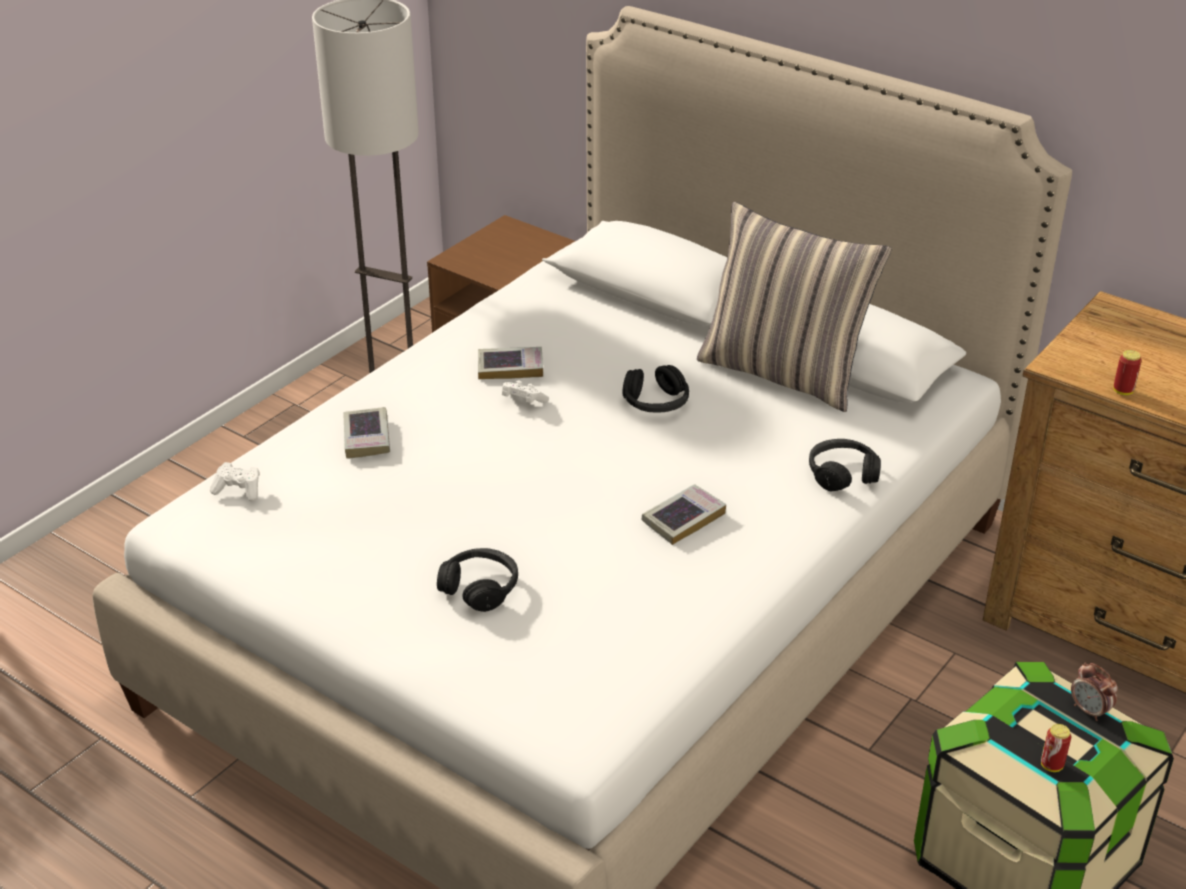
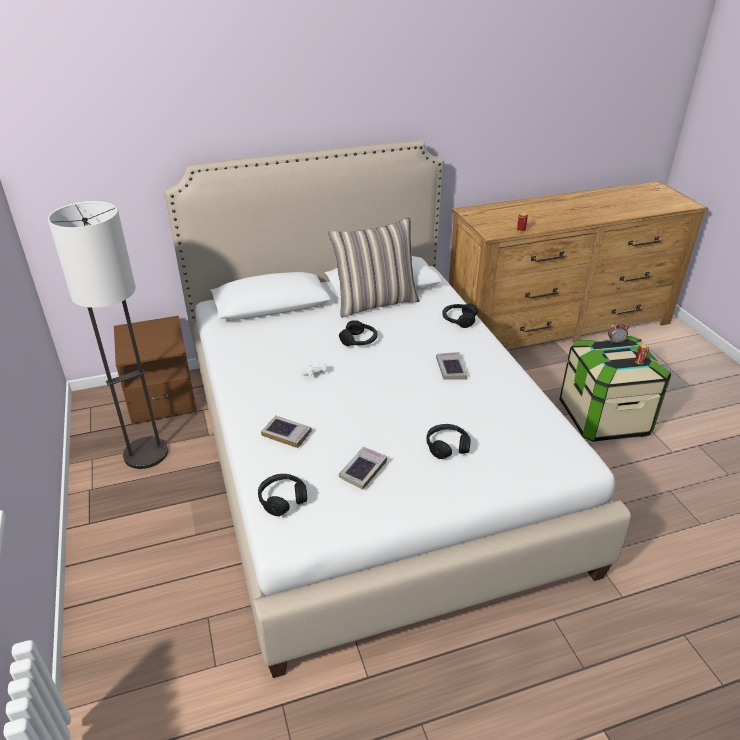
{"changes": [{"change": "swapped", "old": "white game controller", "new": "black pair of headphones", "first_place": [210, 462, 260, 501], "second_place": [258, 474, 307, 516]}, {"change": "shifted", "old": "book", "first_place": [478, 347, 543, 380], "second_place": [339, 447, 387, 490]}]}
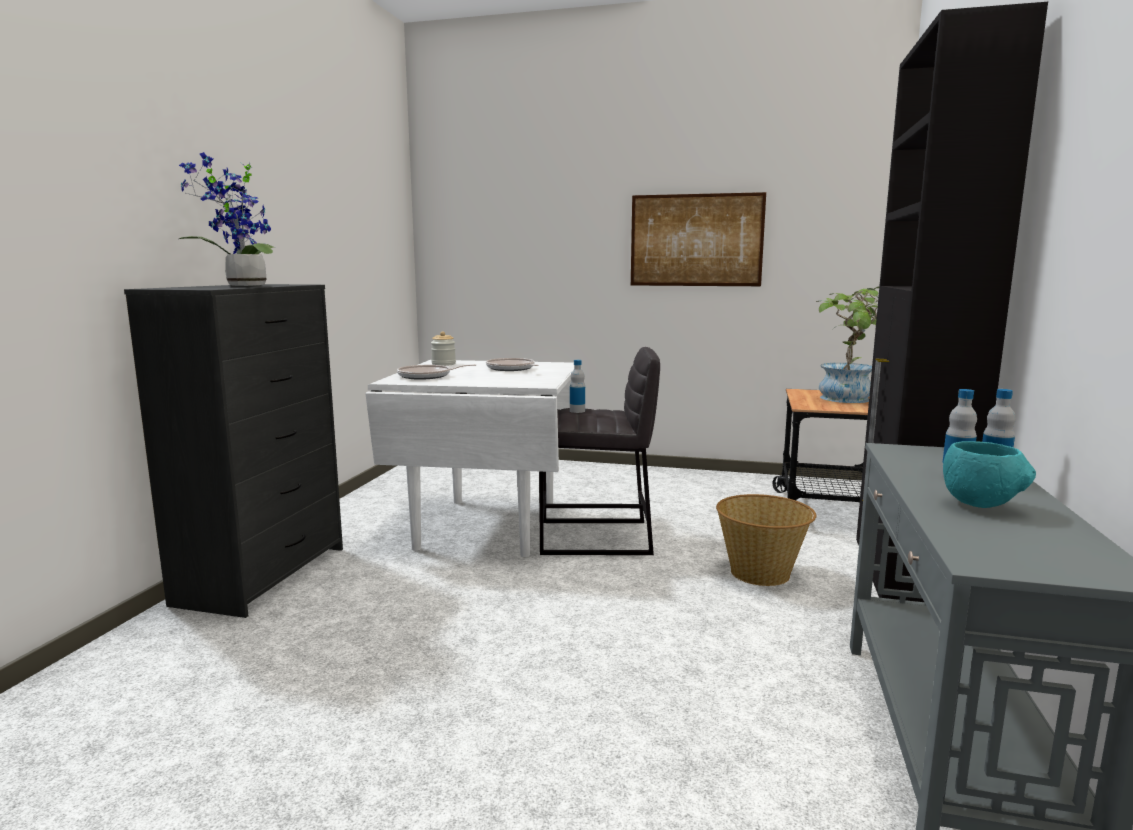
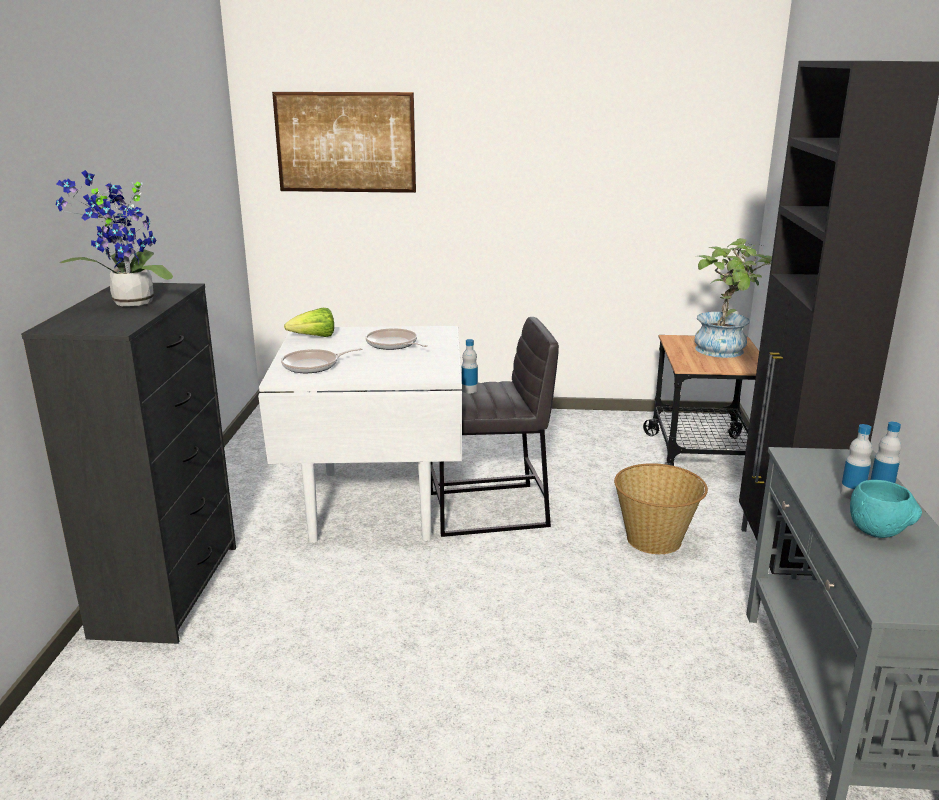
{"changes": [{"change": "swapped", "old": "preserve jar", "new": "head of lettuce", "first_place": [431, 331, 456, 366], "second_place": [284, 308, 334, 337]}, {"change": "shifted", "old": "wall picture", "first_place": [631, 192, 766, 286], "second_place": [272, 92, 416, 193]}]}
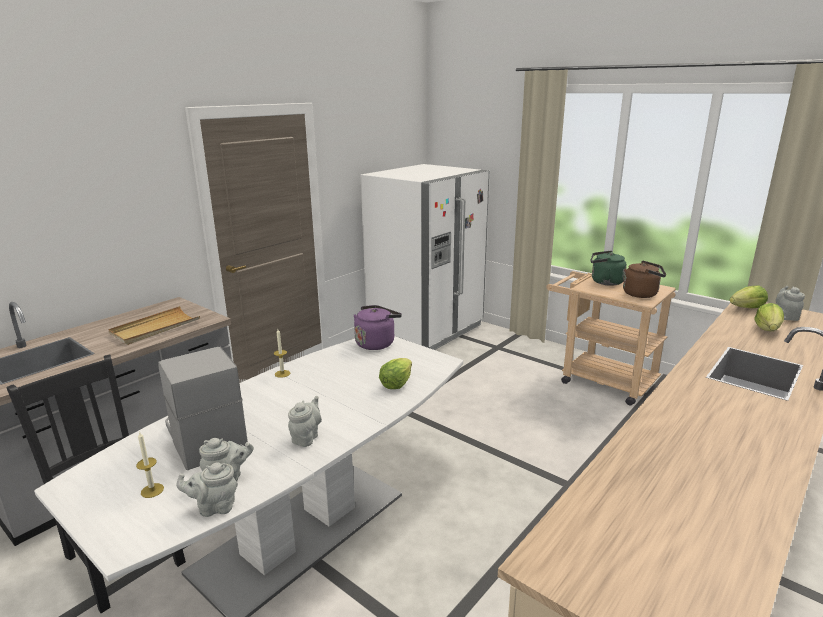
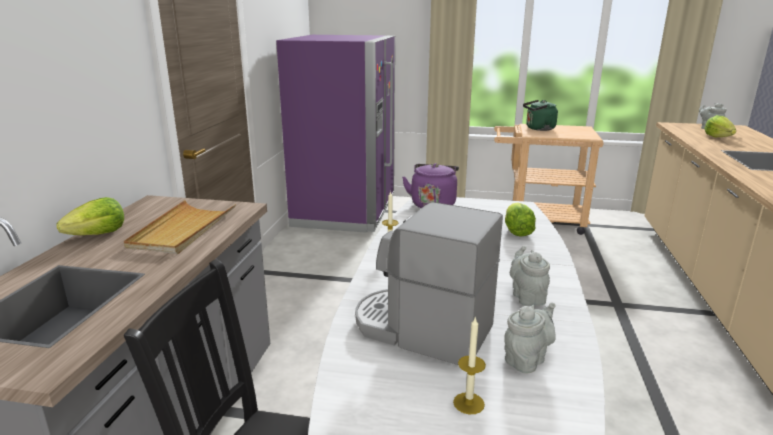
{"changes": [{"change": "gone", "old": "grey teapot", "first_place": [176, 462, 238, 517]}, {"change": "repainted", "old": "white refrigerator", "new": "purple refrigerator", "first_place": [361, 164, 489, 350], "second_place": [276, 35, 395, 233]}, {"change": "gone", "old": "brown kettle", "first_place": [623, 261, 666, 298]}, {"change": "shifted", "old": "head of lettuce", "first_place": [730, 285, 768, 308], "second_place": [56, 197, 124, 235]}]}
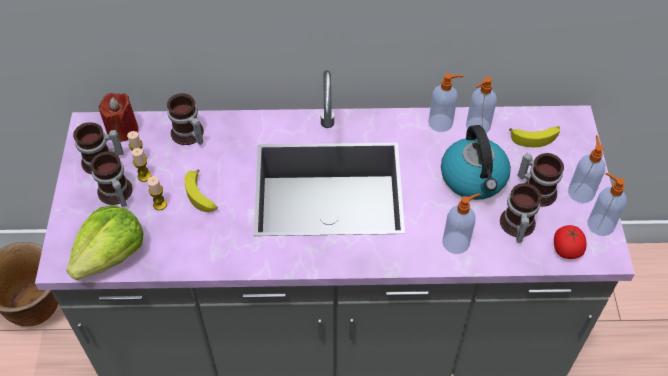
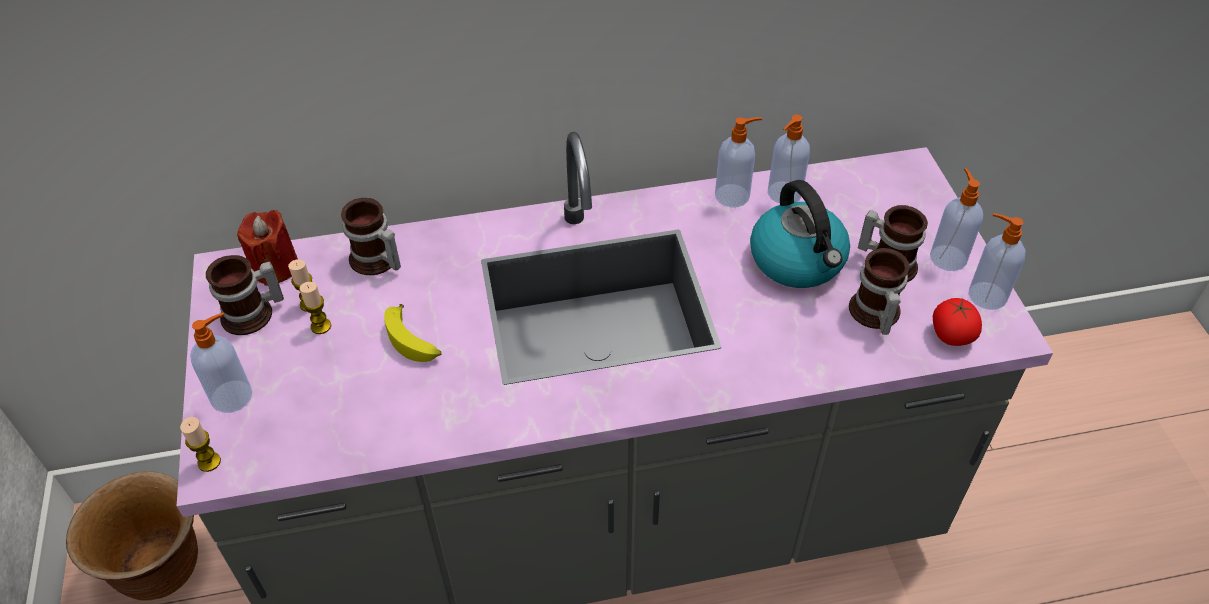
{"changes": [{"change": "gone", "old": "head of lettuce", "first_place": [66, 205, 143, 280]}, {"change": "gone", "old": "mug", "first_place": [90, 151, 133, 207]}, {"change": "shifted", "old": "wax candle", "first_place": [147, 176, 167, 210], "second_place": [180, 417, 221, 472]}, {"change": "shifted", "old": "liquid soap bottle", "first_place": [442, 193, 481, 254], "second_place": [190, 313, 252, 413]}, {"change": "gone", "old": "whole banana", "first_place": [509, 126, 560, 147]}]}
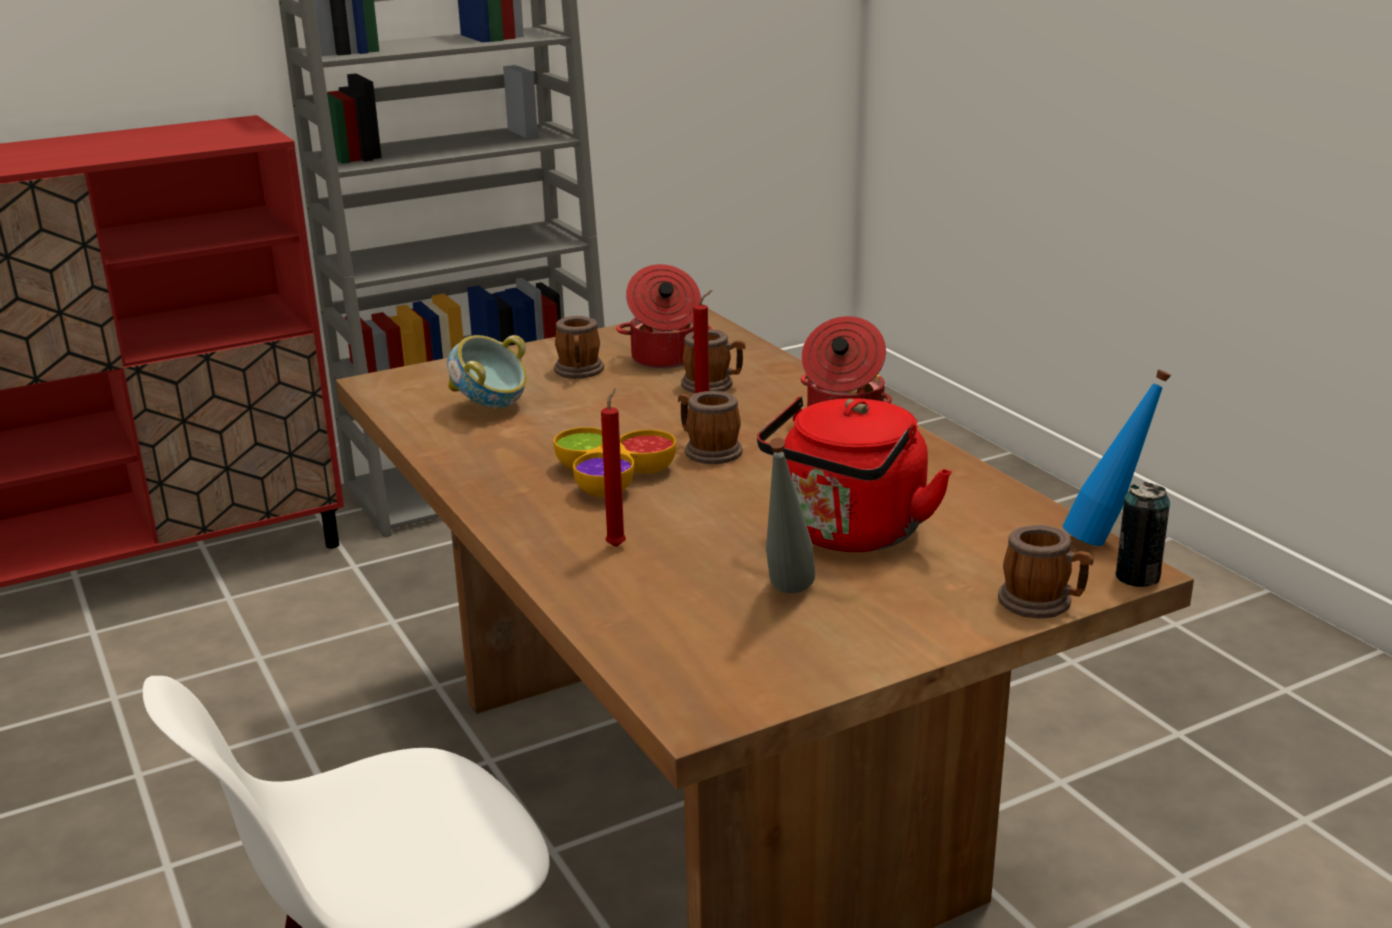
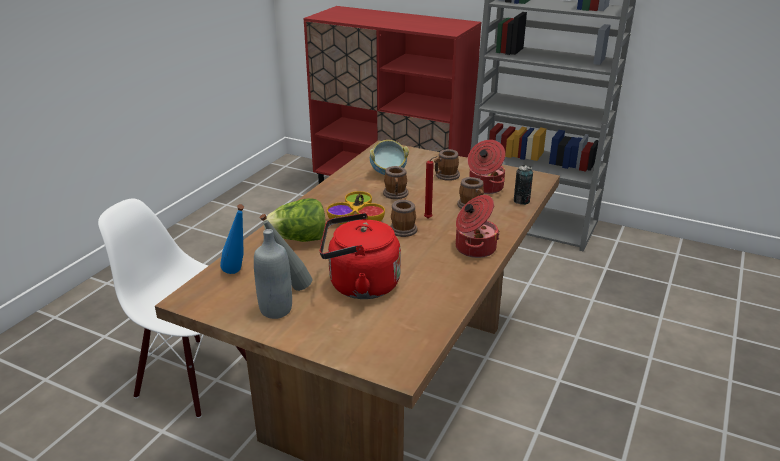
{"changes": [{"change": "swapped", "old": "red-coloured wax candle", "new": "head of lettuce", "first_place": [601, 388, 626, 547], "second_place": [264, 198, 326, 242]}, {"change": "shifted", "old": "mug", "first_place": [998, 525, 1094, 618], "second_place": [383, 166, 409, 199]}, {"change": "shifted", "old": "blue drink bottle", "first_place": [1063, 369, 1171, 546], "second_place": [220, 204, 244, 274]}, {"change": "shifted", "old": "sealed can", "first_place": [1115, 482, 1170, 587], "second_place": [514, 165, 533, 205]}, {"change": "new", "new": "grey drink bottle", "second_place": [254, 229, 292, 319]}]}
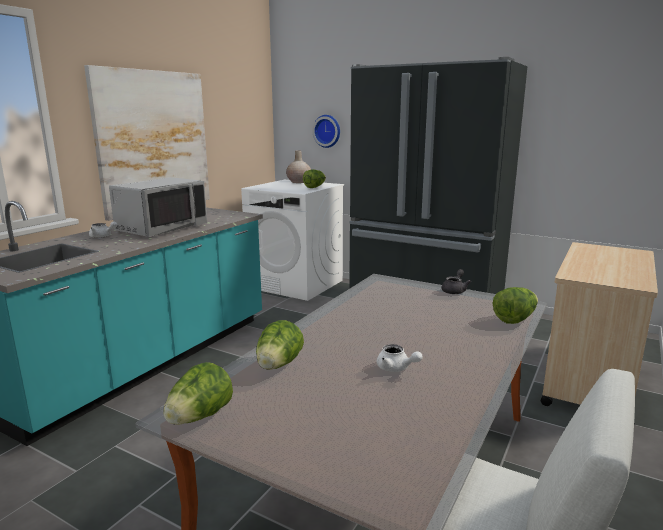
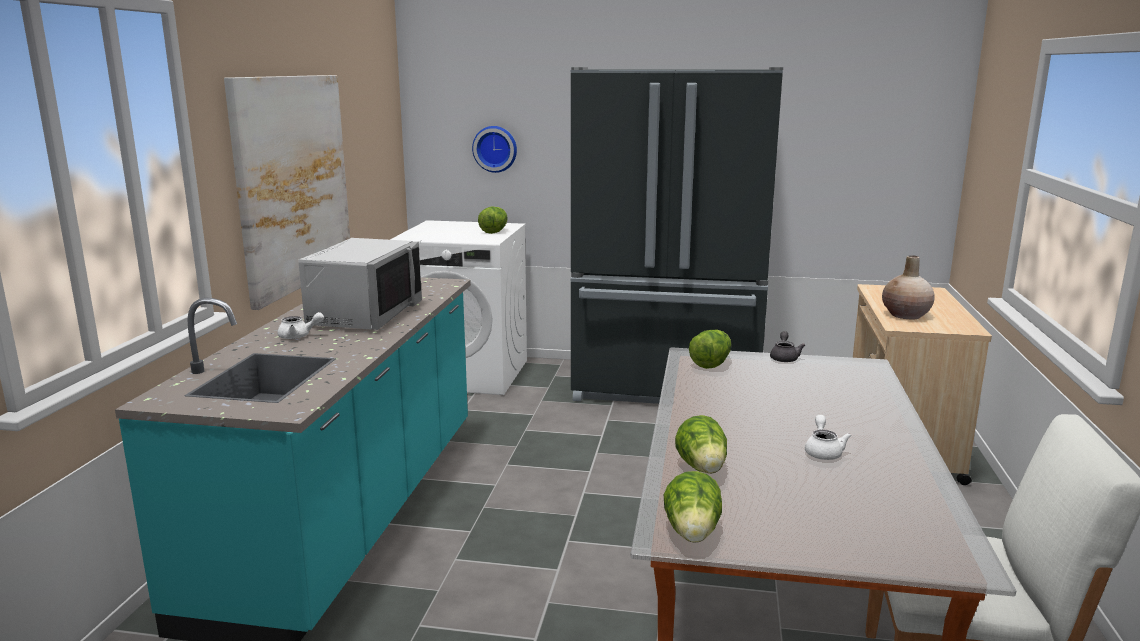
{"changes": [{"change": "shifted", "old": "beige decorative vase", "first_place": [286, 150, 311, 183], "second_place": [882, 255, 935, 319]}, {"change": "rotated", "old": "white teapot", "first_place": [377, 344, 423, 372], "second_place": [805, 415, 851, 460], "degrees": -105}, {"change": "shifted", "old": "head of lettuce", "first_place": [493, 287, 538, 324], "second_place": [689, 330, 731, 369]}]}
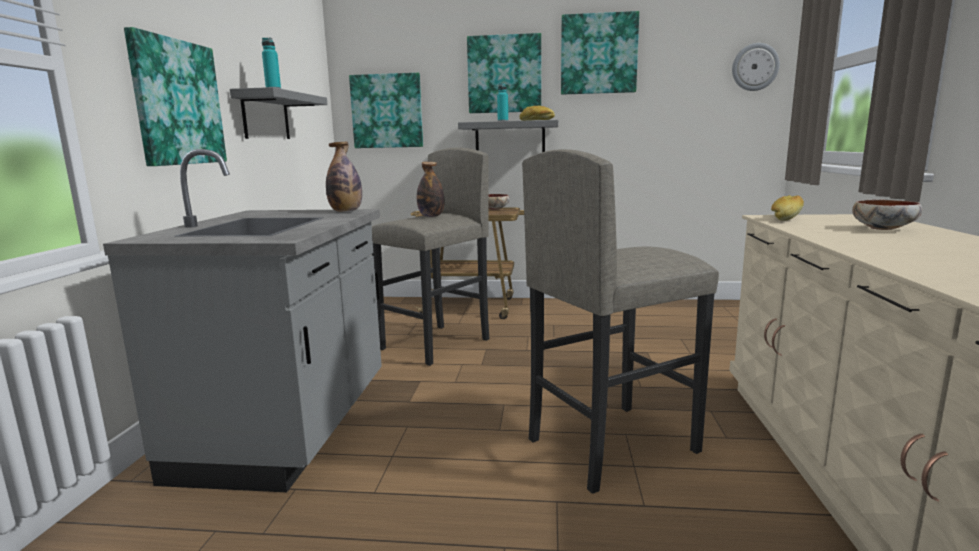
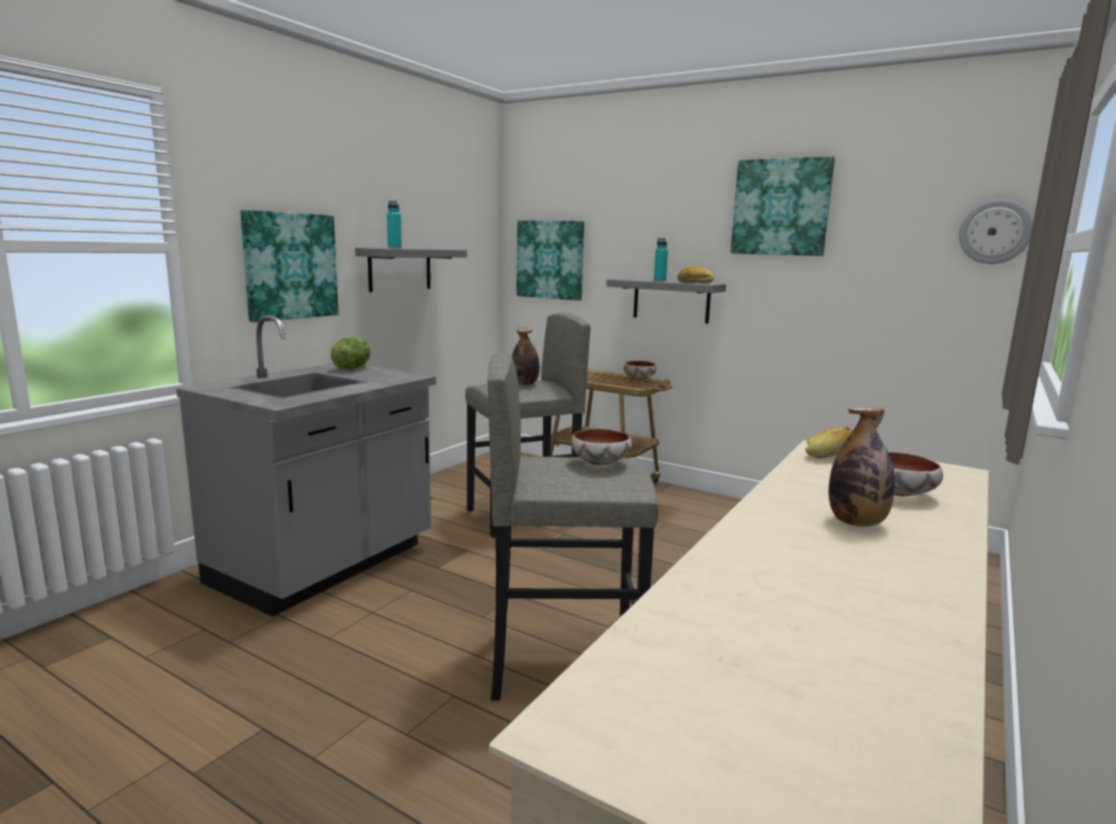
{"changes": [{"change": "shifted", "old": "drink bottle", "first_place": [326, 142, 362, 212], "second_place": [829, 408, 895, 527]}, {"change": "gone", "old": "wall picture", "first_place": [467, 33, 541, 113]}, {"change": "new", "new": "head of lettuce", "second_place": [331, 337, 370, 370]}, {"change": "new", "new": "bowl", "second_place": [571, 428, 632, 466]}]}
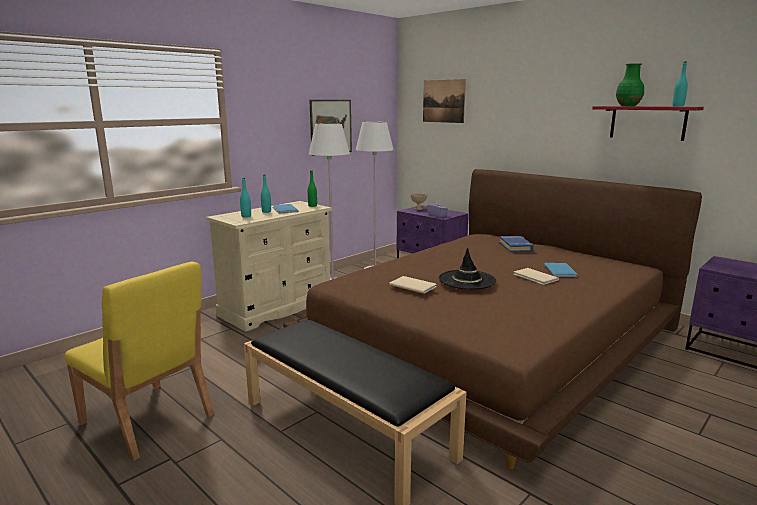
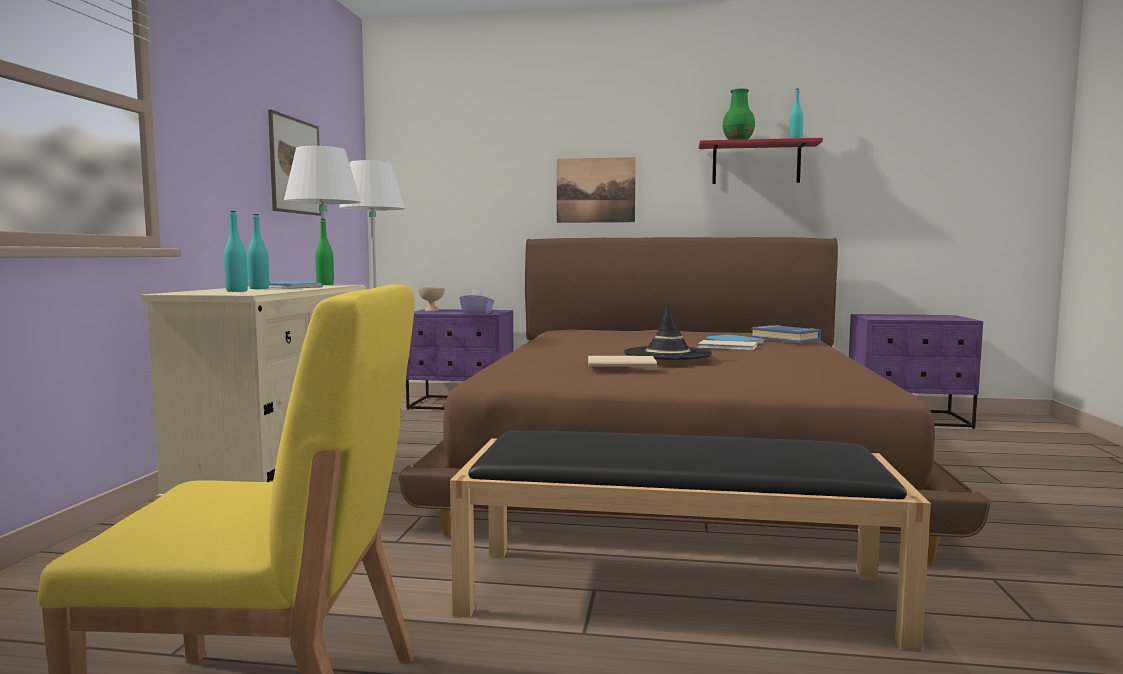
{"changes": [{"change": "shifted", "old": "wall picture", "first_place": [423, 79, 466, 123], "second_place": [557, 157, 636, 223]}, {"change": "shifted", "old": "blue book", "first_place": [499, 236, 534, 252], "second_place": [751, 325, 821, 343]}]}
